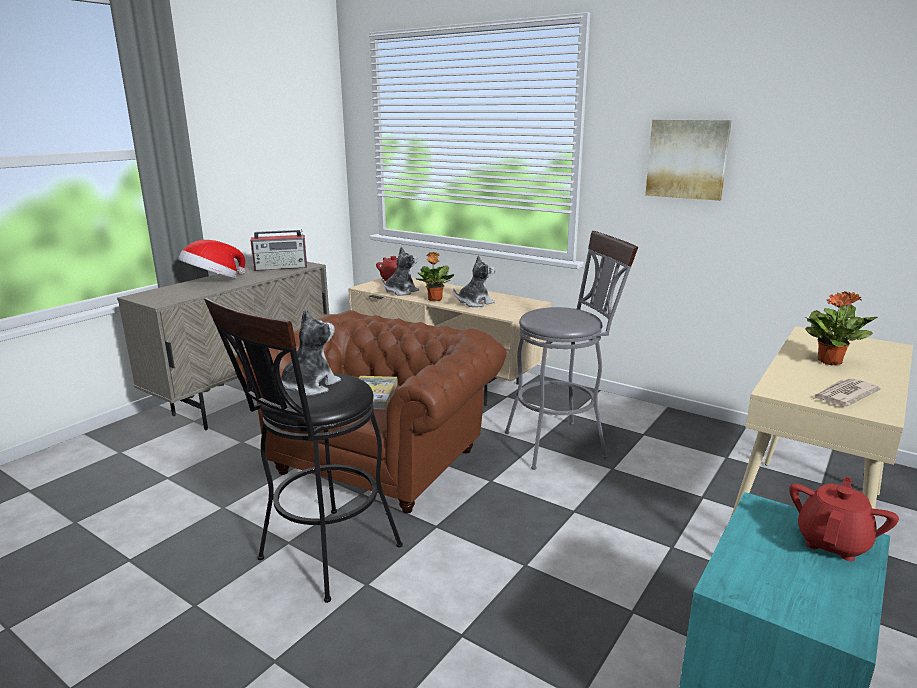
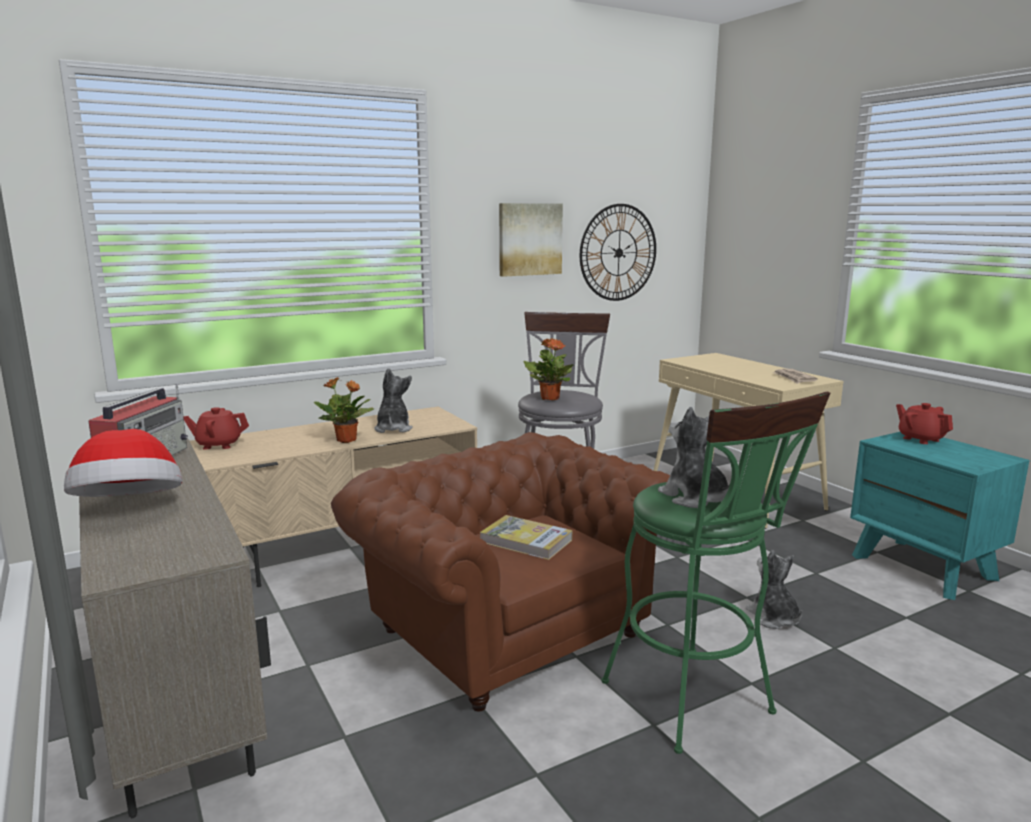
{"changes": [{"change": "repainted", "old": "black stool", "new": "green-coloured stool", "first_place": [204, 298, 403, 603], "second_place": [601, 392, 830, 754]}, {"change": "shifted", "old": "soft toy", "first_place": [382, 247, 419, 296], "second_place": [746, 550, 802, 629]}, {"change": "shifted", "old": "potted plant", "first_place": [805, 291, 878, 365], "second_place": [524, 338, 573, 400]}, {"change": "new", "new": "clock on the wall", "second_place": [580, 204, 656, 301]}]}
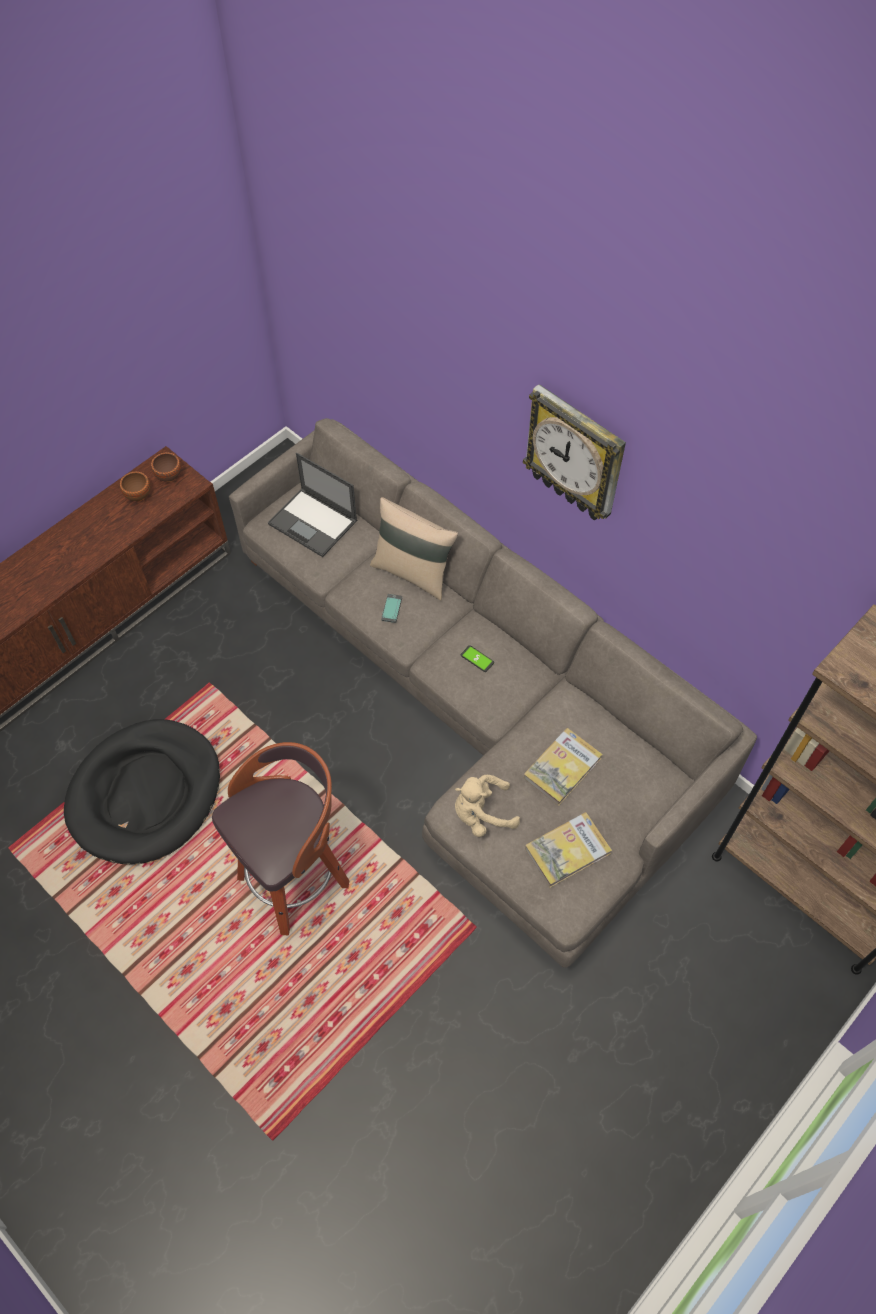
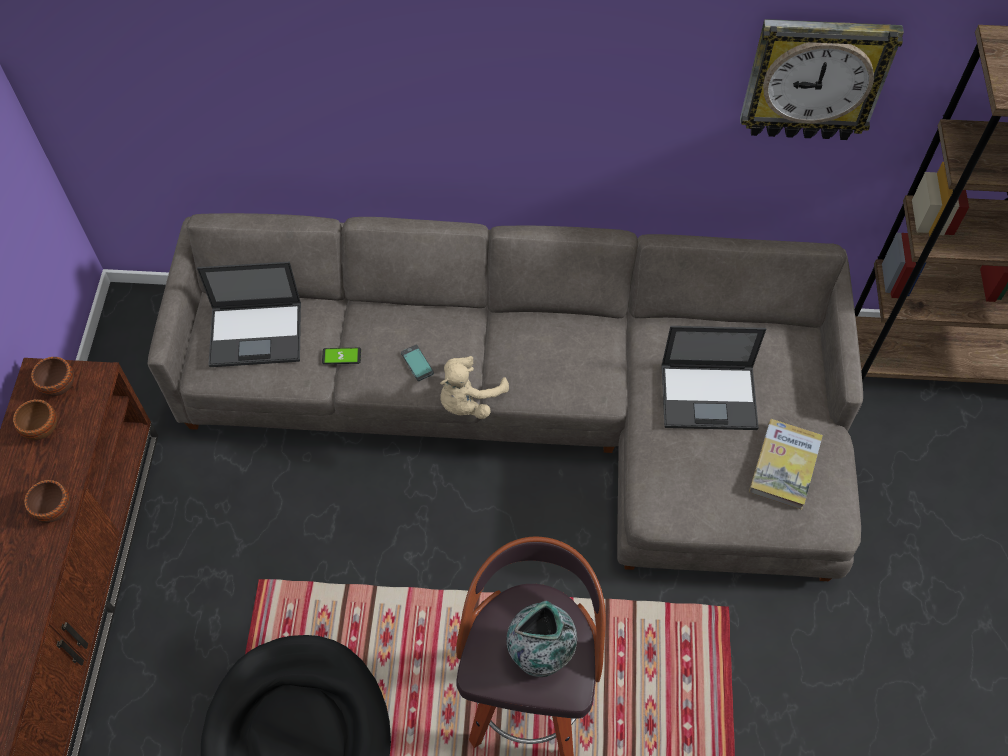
{"changes": [{"change": "gone", "old": "beige cushion", "first_place": [370, 497, 458, 601]}, {"change": "shifted", "old": "beige soft toy", "first_place": [455, 775, 520, 837], "second_place": [440, 356, 509, 419]}, {"change": "shifted", "old": "phone", "first_place": [461, 645, 494, 672], "second_place": [322, 348, 361, 364]}, {"change": "shifted", "old": "clock on the wall", "first_place": [523, 384, 626, 521], "second_place": [740, 19, 904, 140]}, {"change": "swapped", "old": "book", "new": "notebook computer", "first_place": [524, 728, 603, 806], "second_place": [661, 326, 766, 430]}, {"change": "new", "new": "brown bowl", "second_place": [25, 480, 70, 523]}, {"change": "new", "new": "decorative vase", "second_place": [506, 601, 577, 677]}]}
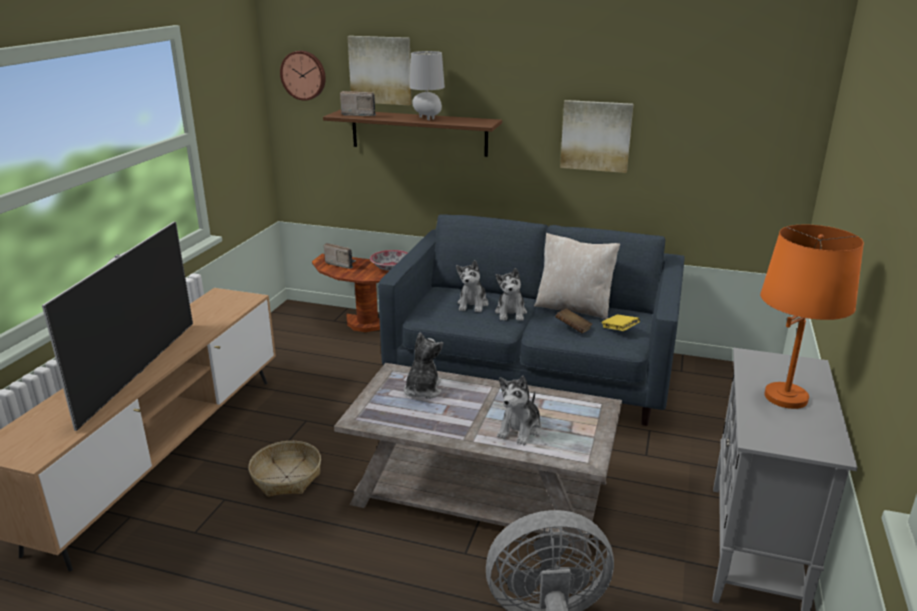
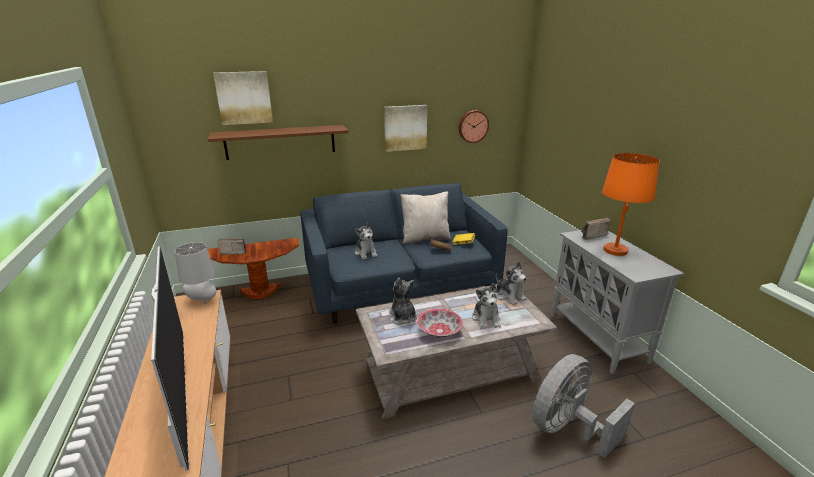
{"changes": [{"change": "gone", "old": "household basket", "first_place": [248, 441, 321, 497]}, {"change": "shifted", "old": "clock on the wall", "first_place": [280, 51, 326, 101], "second_place": [459, 110, 489, 143]}, {"change": "shifted", "old": "radio", "first_place": [340, 91, 376, 116], "second_place": [581, 218, 611, 240]}, {"change": "shifted", "old": "bowl", "first_place": [370, 250, 408, 271], "second_place": [417, 309, 463, 338]}, {"change": "shifted", "old": "grey tabletop lamp", "first_place": [410, 51, 445, 120], "second_place": [174, 242, 216, 304]}, {"change": "shifted", "old": "soft toy", "first_place": [495, 268, 527, 321], "second_place": [496, 261, 527, 305]}]}
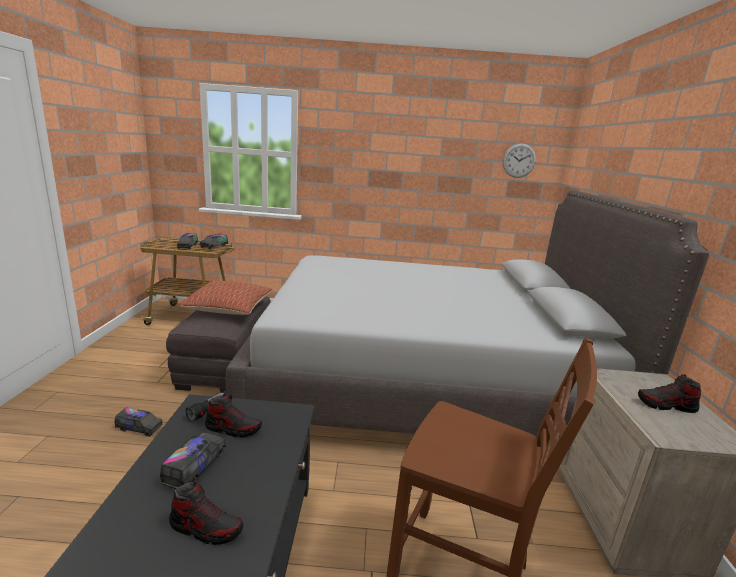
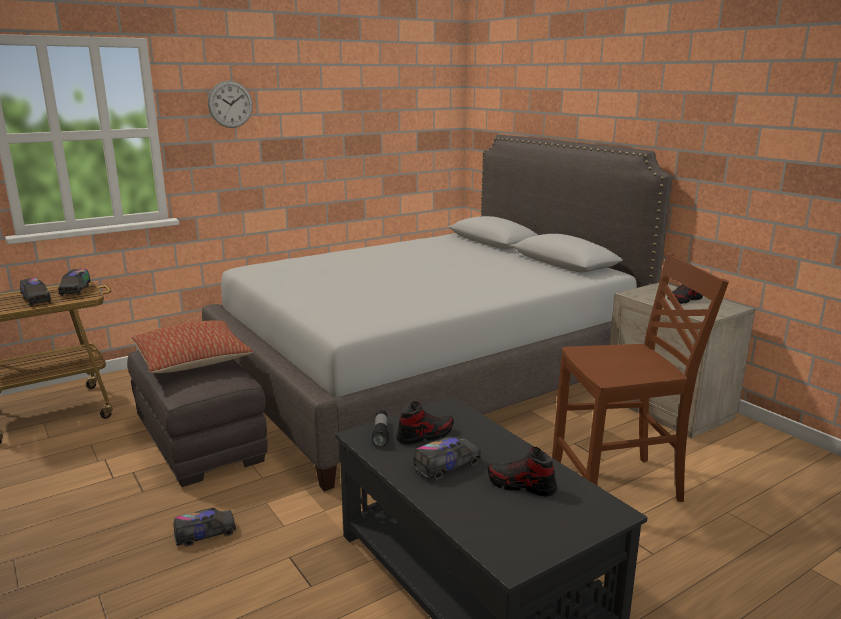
{"changes": [{"change": "rotated", "old": "model truck", "first_place": [160, 433, 226, 489], "second_place": [413, 436, 481, 480], "degrees": 75}, {"change": "rotated", "old": "item of footwear", "first_place": [169, 482, 243, 545], "second_place": [487, 447, 557, 497], "degrees": -135}, {"change": "shifted", "old": "clock on the wall", "first_place": [503, 143, 536, 178], "second_place": [208, 80, 253, 128]}]}
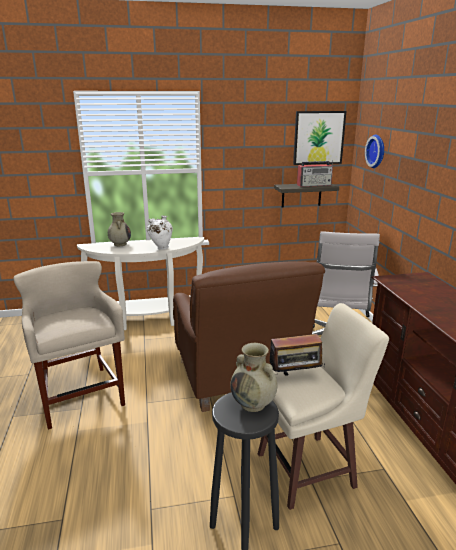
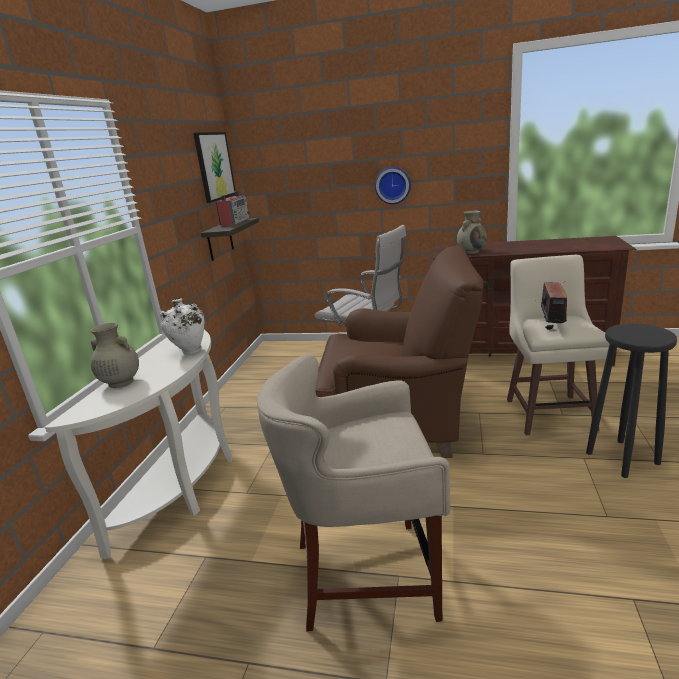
{"changes": [{"change": "shifted", "old": "beige decorative vase", "first_place": [231, 343, 277, 412], "second_place": [457, 211, 487, 254]}, {"change": "shifted", "old": "clock on the wall", "first_place": [365, 134, 384, 168], "second_place": [375, 167, 411, 204]}]}
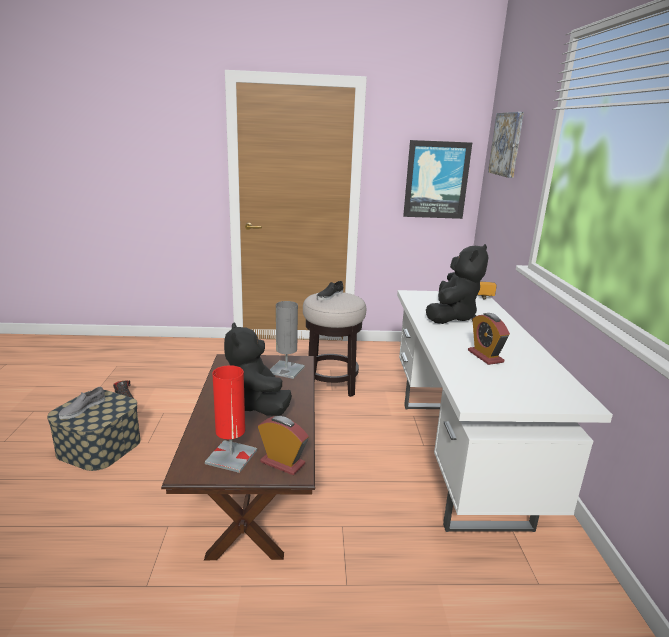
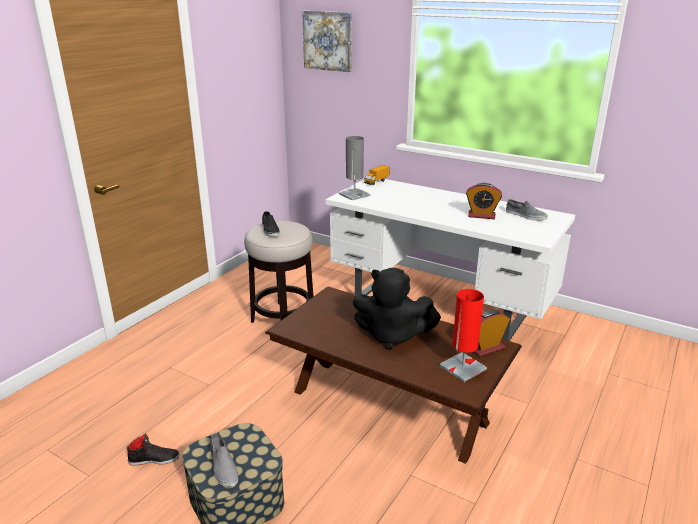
{"changes": [{"change": "shifted", "old": "grey tabletop lamp", "first_place": [270, 301, 305, 379], "second_place": [339, 136, 371, 200]}, {"change": "gone", "old": "wall picture", "first_place": [403, 140, 472, 219]}, {"change": "gone", "old": "black soft toy", "first_place": [426, 244, 488, 324]}, {"change": "new", "new": "grey item of footwear", "second_place": [506, 199, 548, 221]}]}
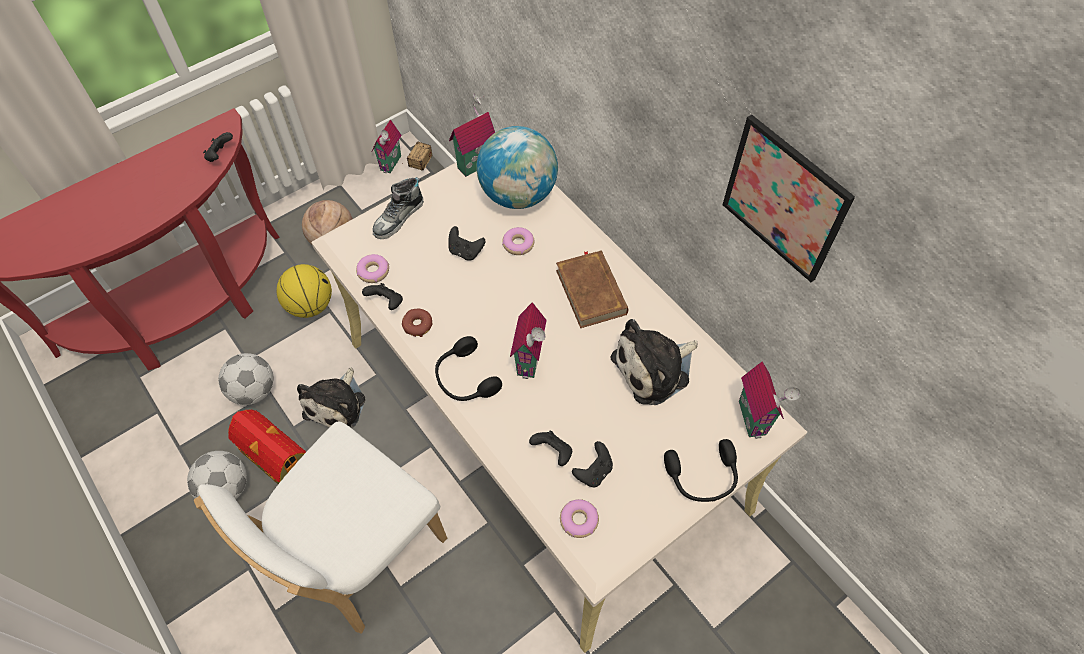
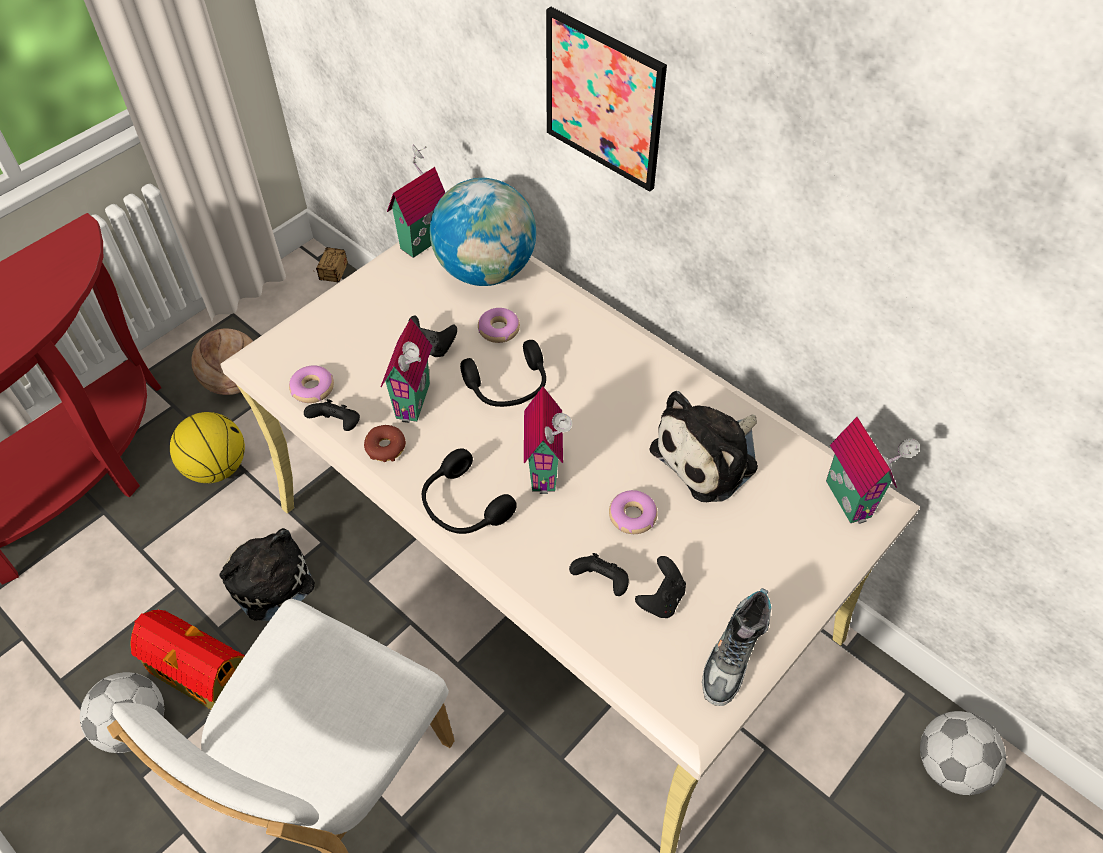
{"changes": [{"change": "gone", "old": "black game controller", "first_place": [203, 132, 233, 162]}, {"change": "shifted", "old": "football", "first_place": [218, 353, 274, 405], "second_place": [920, 711, 1006, 795]}, {"change": "rotated", "old": "soft toy", "first_place": [297, 367, 365, 428], "second_place": [219, 528, 315, 621], "degrees": 135}, {"change": "shifted", "old": "model house", "first_place": [371, 119, 402, 174], "second_place": [381, 318, 432, 423]}, {"change": "shifted", "old": "item of footwear", "first_place": [372, 177, 424, 239], "second_place": [702, 588, 772, 706]}, {"change": "gone", "old": "brown book", "first_place": [556, 250, 628, 328]}, {"change": "shifted", "old": "ring doughnut", "first_place": [560, 499, 599, 538], "second_place": [609, 490, 658, 534]}, {"change": "shifted", "old": "black pair of headphones", "first_place": [664, 439, 738, 502], "second_place": [460, 340, 546, 407]}, {"change": "shifted", "old": "wall picture", "first_place": [722, 114, 855, 282], "second_place": [546, 7, 667, 192]}]}
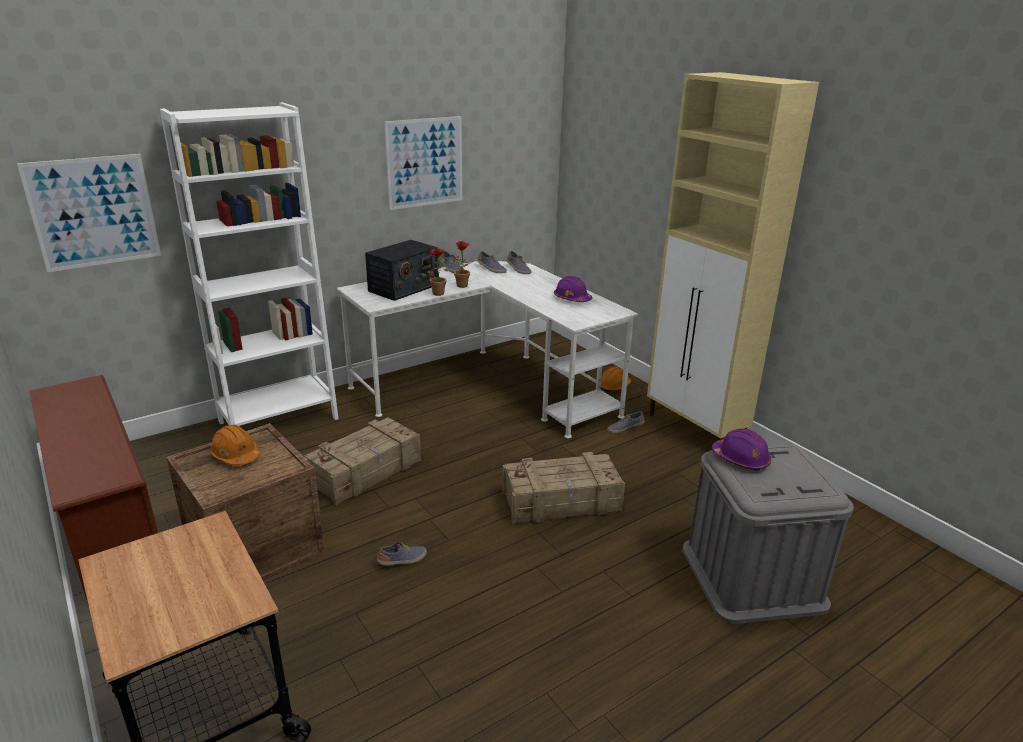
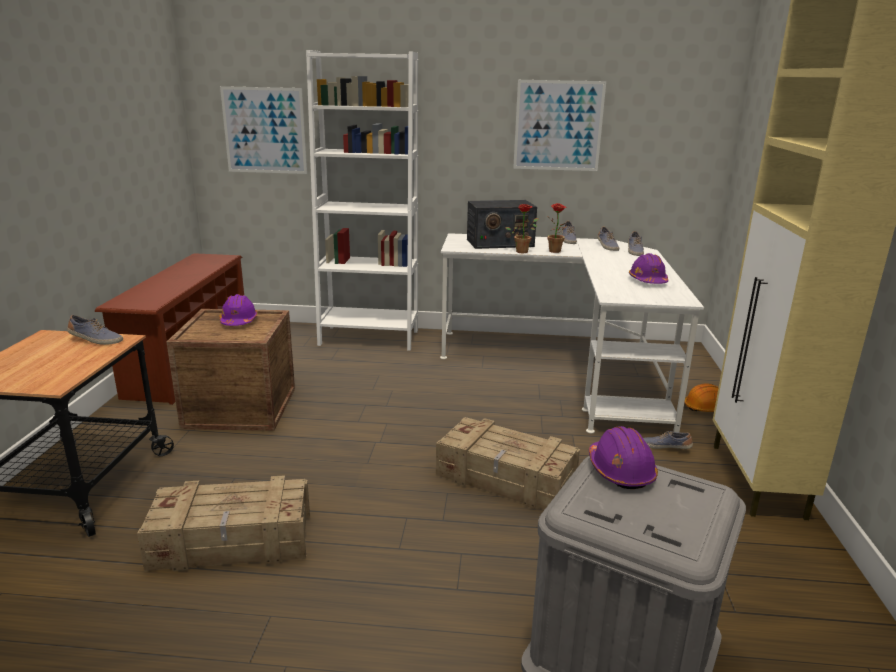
{"changes": [{"change": "repainted", "old": "orange-coloured work helmet", "new": "purple work helmet", "first_place": [210, 425, 260, 465], "second_place": [219, 294, 257, 326]}, {"change": "shifted", "old": "shipping crate", "first_place": [304, 417, 421, 505], "second_place": [137, 475, 310, 572]}, {"change": "shifted", "old": "item of footwear", "first_place": [377, 542, 427, 565], "second_place": [67, 315, 123, 345]}]}
